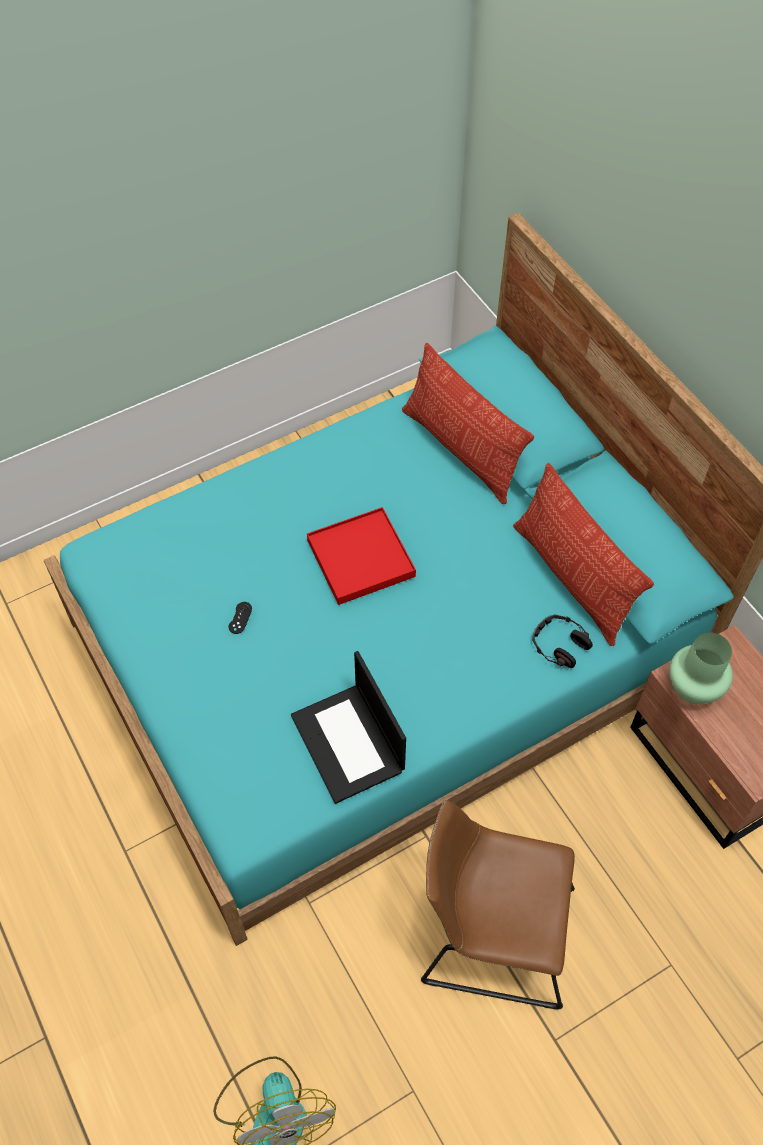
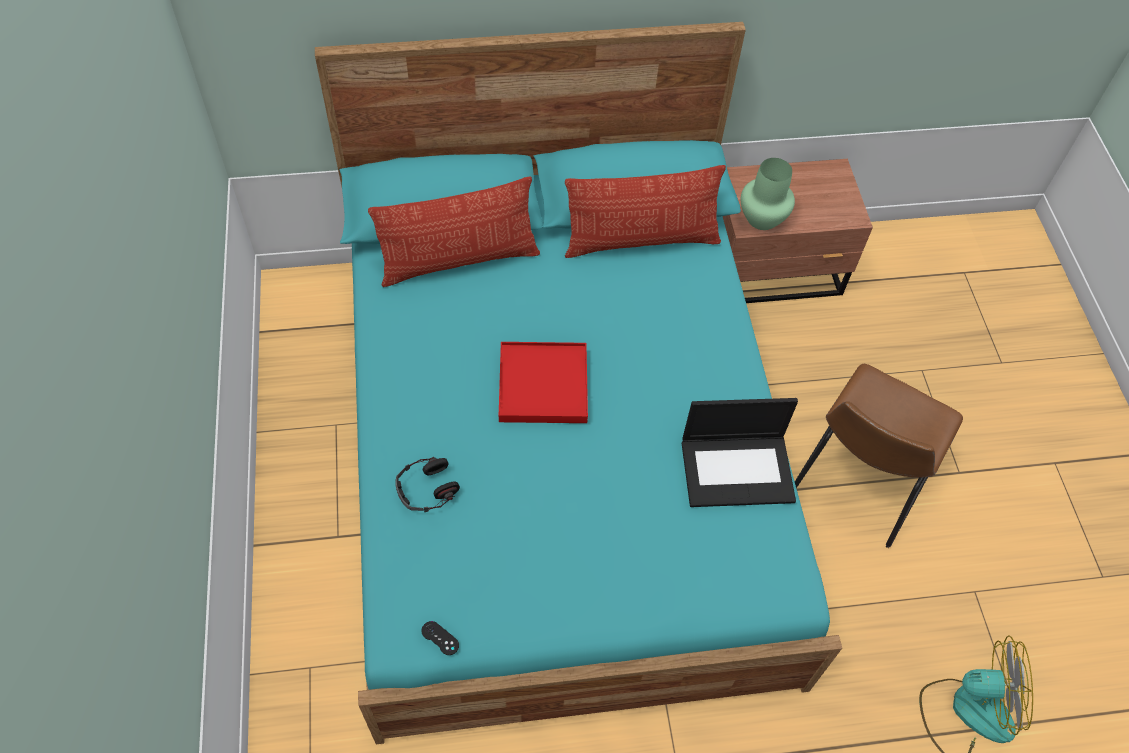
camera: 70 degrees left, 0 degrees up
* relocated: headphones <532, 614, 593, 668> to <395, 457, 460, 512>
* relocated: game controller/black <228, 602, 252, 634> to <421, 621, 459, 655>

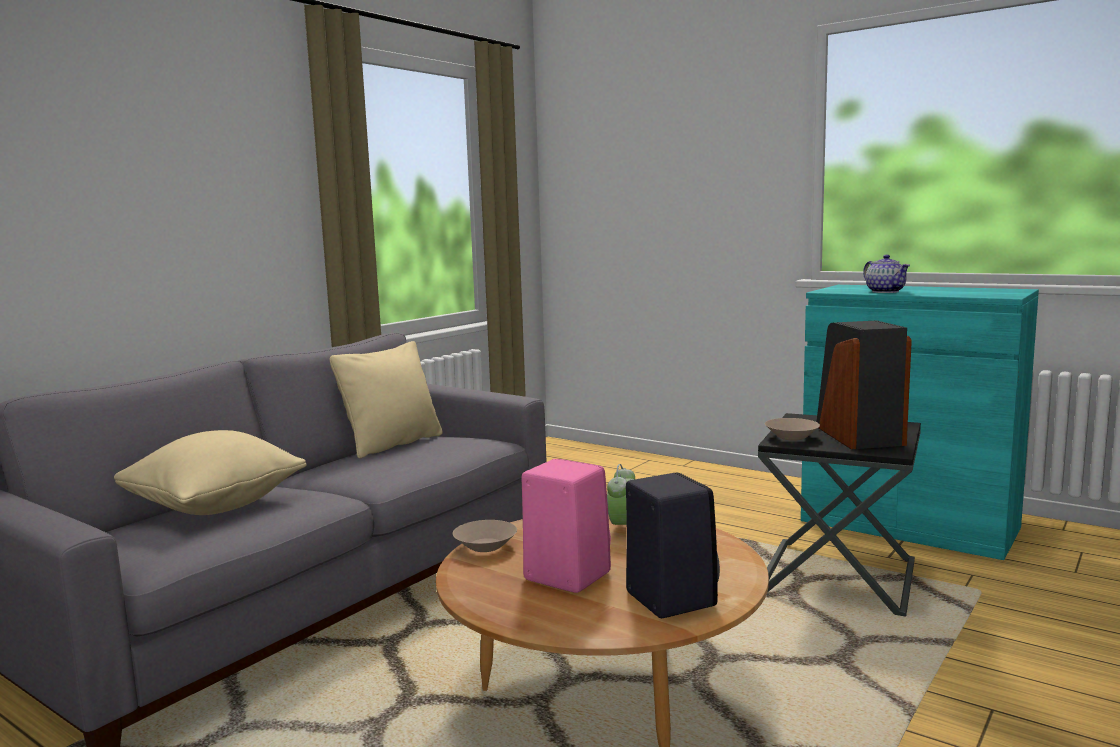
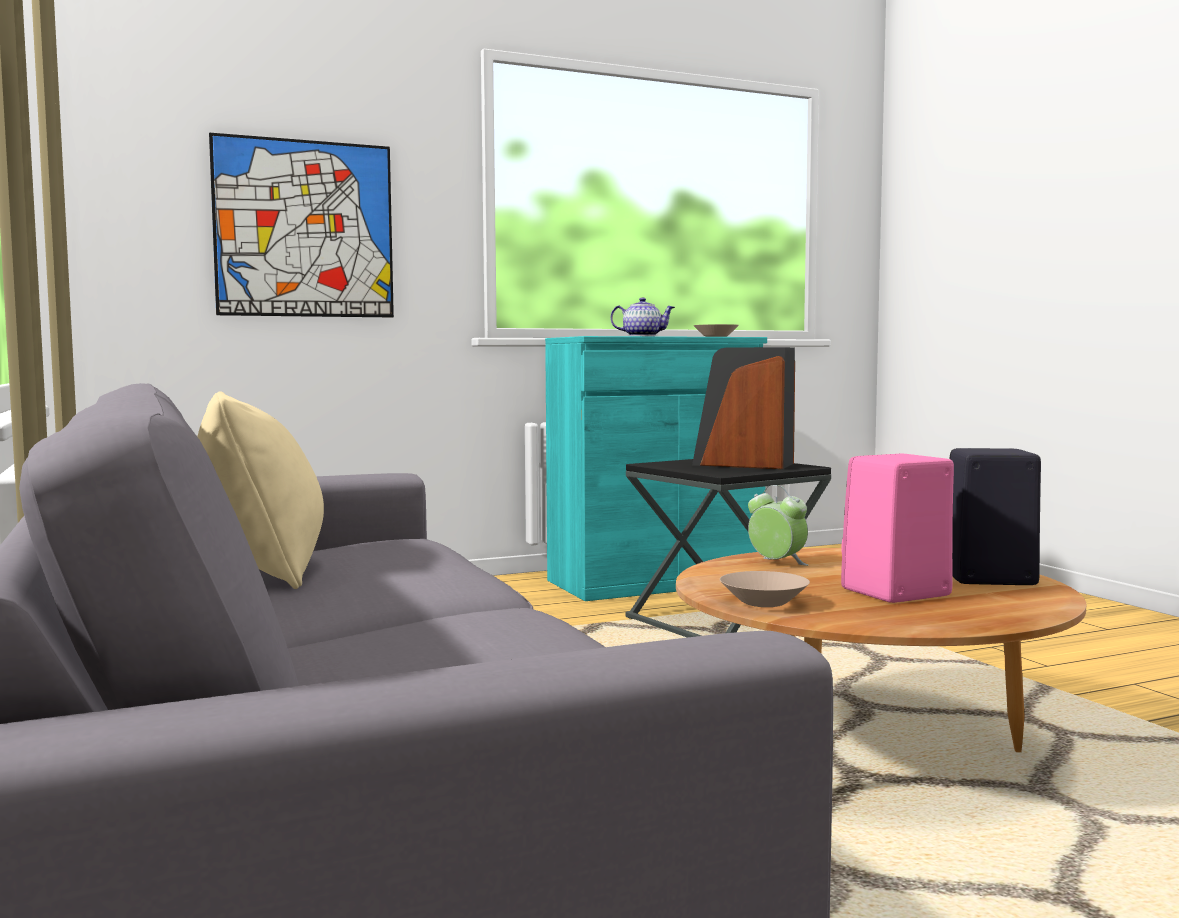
camera: 60 degrees left, 5 degrees down
* appeared: picture <209, 133, 394, 318>
* relocated: bowl/beige <765, 418, 820, 441> to <693, 324, 739, 337>
* missing: pillow/beige <114, 430, 307, 515>

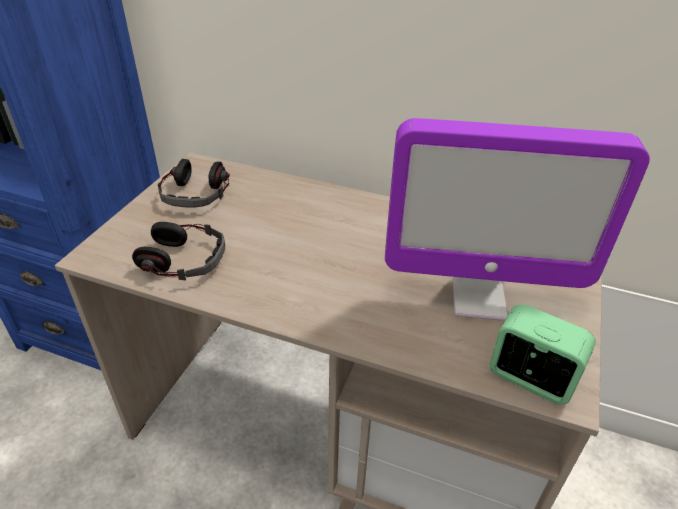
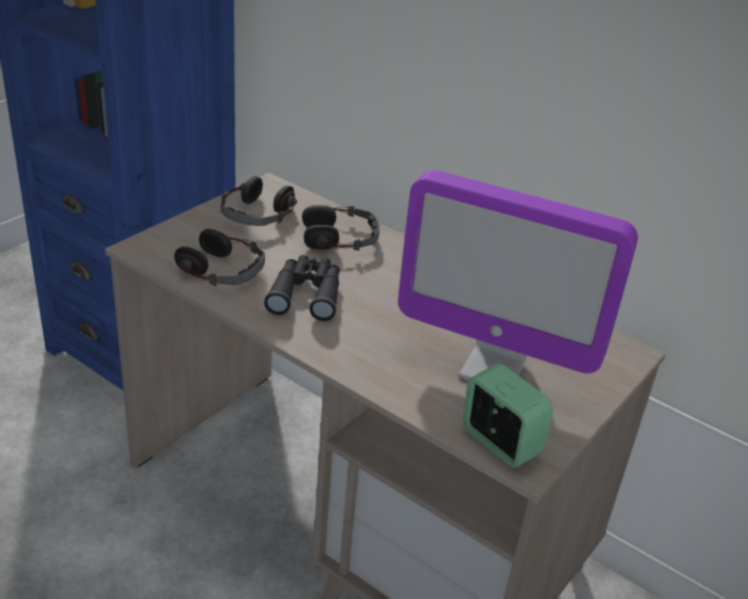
camera: 15 degrees right, 5 degrees down
* appeared: binoculars/black <264, 255, 340, 321>
* appeared: headphones <302, 205, 379, 251>

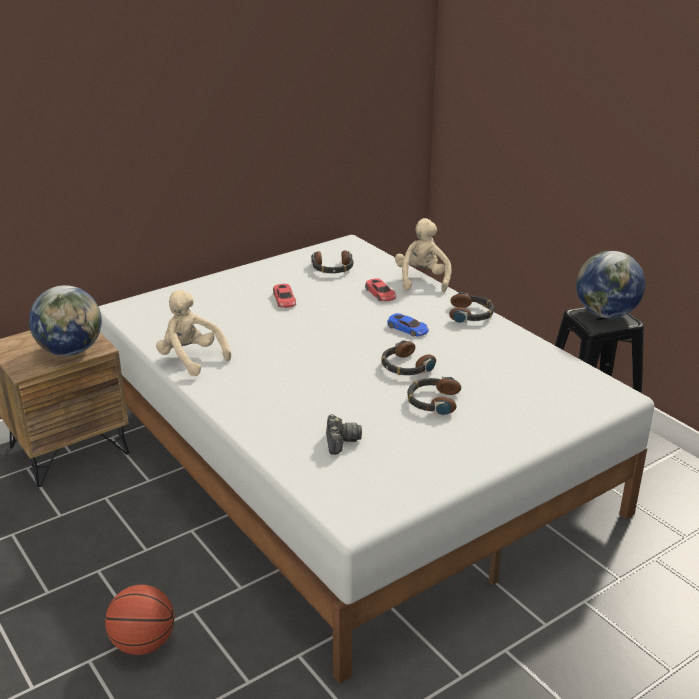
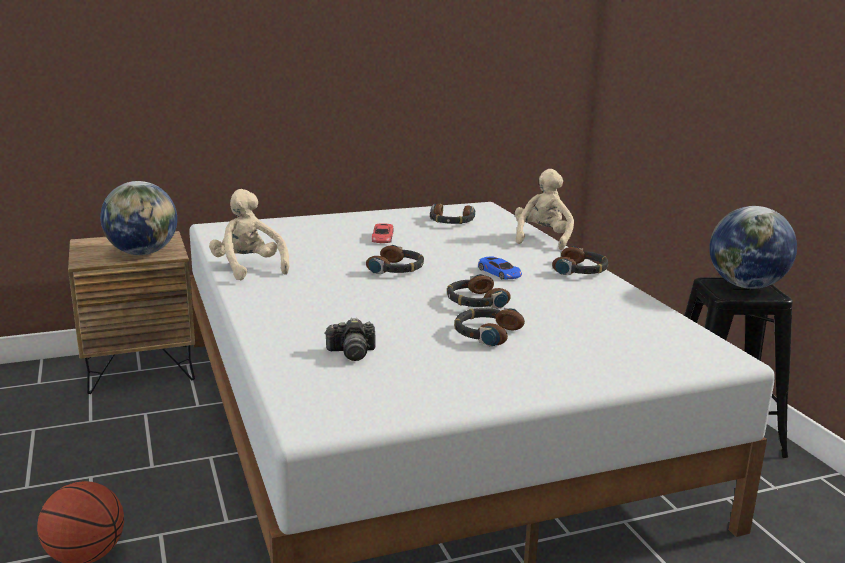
camera: 15 degrees right, 10 degrees down
* spun: photo camera <326, 414, 362, 455> = <324, 318, 375, 361> 75 degrees clockwise
* appeared: headphones <366, 245, 424, 274>
* missing: toy car/red <365, 278, 396, 301>

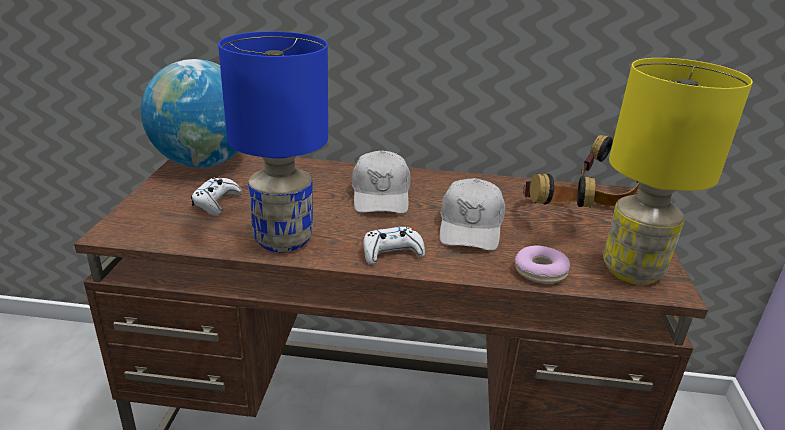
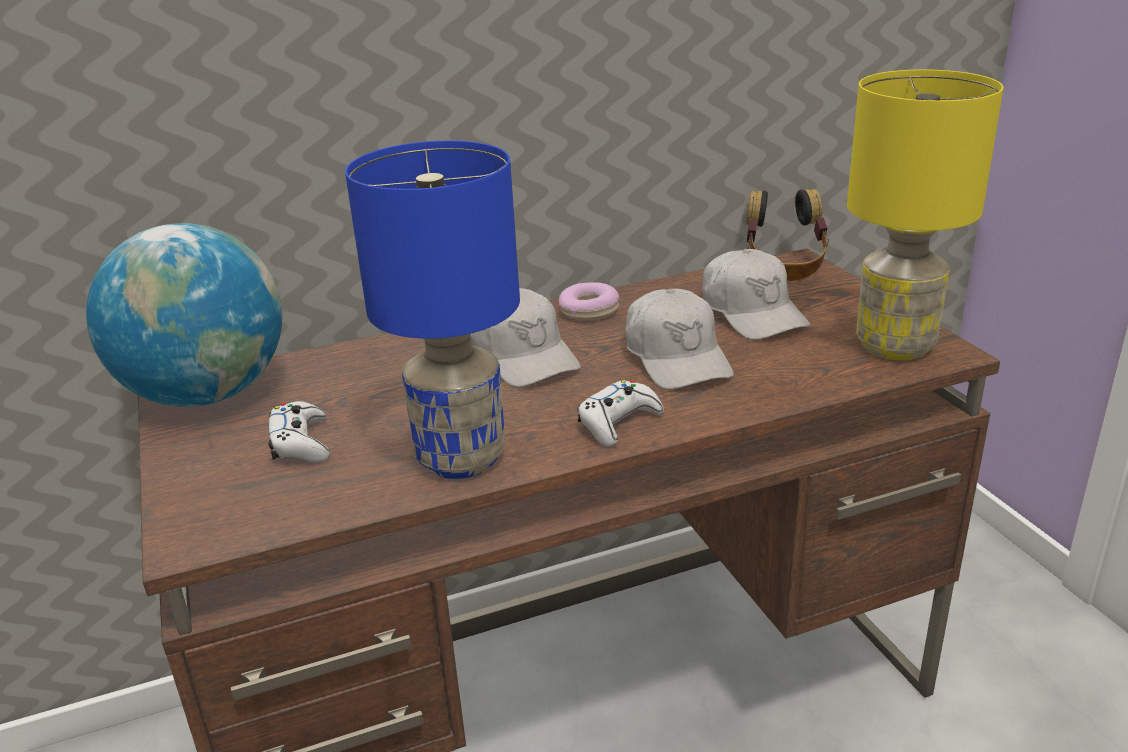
camera: 25 degrees left, 0 degrees up
* relocated: donut <514, 246, 570, 284> to <559, 282, 619, 321>
* exchanged: headphones <523, 173, 595, 208> to cap/white <702, 249, 811, 340>

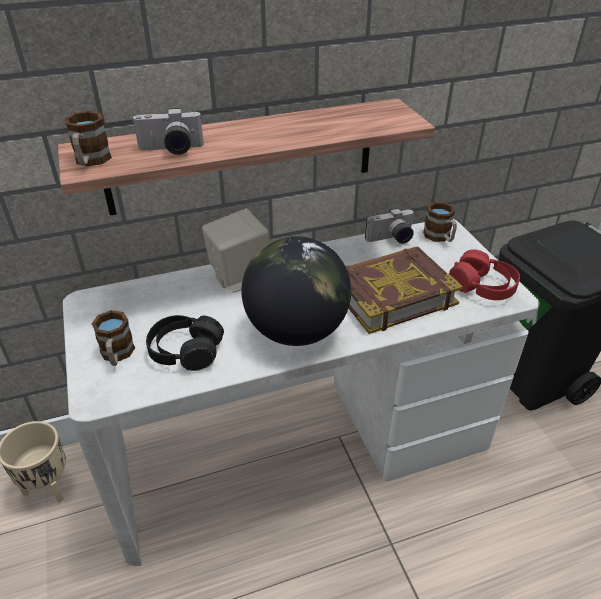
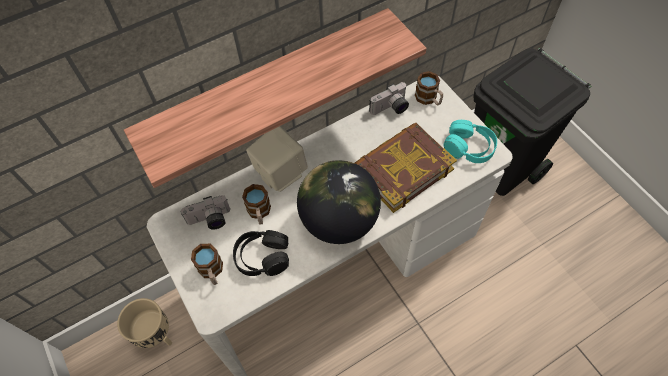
camera: 10 degrees left, 20 degrees up
* relocated: photo camera <132, 108, 204, 155> to <181, 195, 230, 229>
* relocated: mug <64, 111, 112, 166> to <242, 184, 271, 225>
* colour: headphones/red <449, 249, 520, 300> to headphones/turquoise <444, 120, 497, 163>

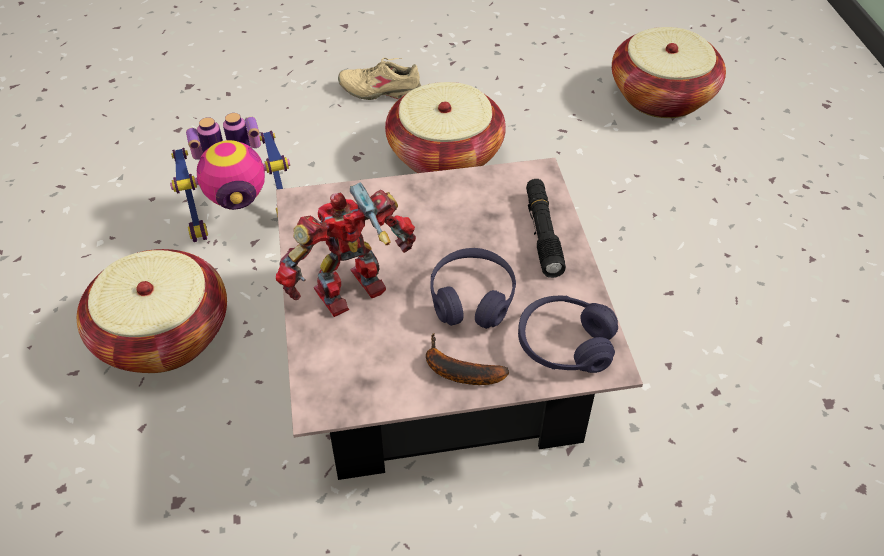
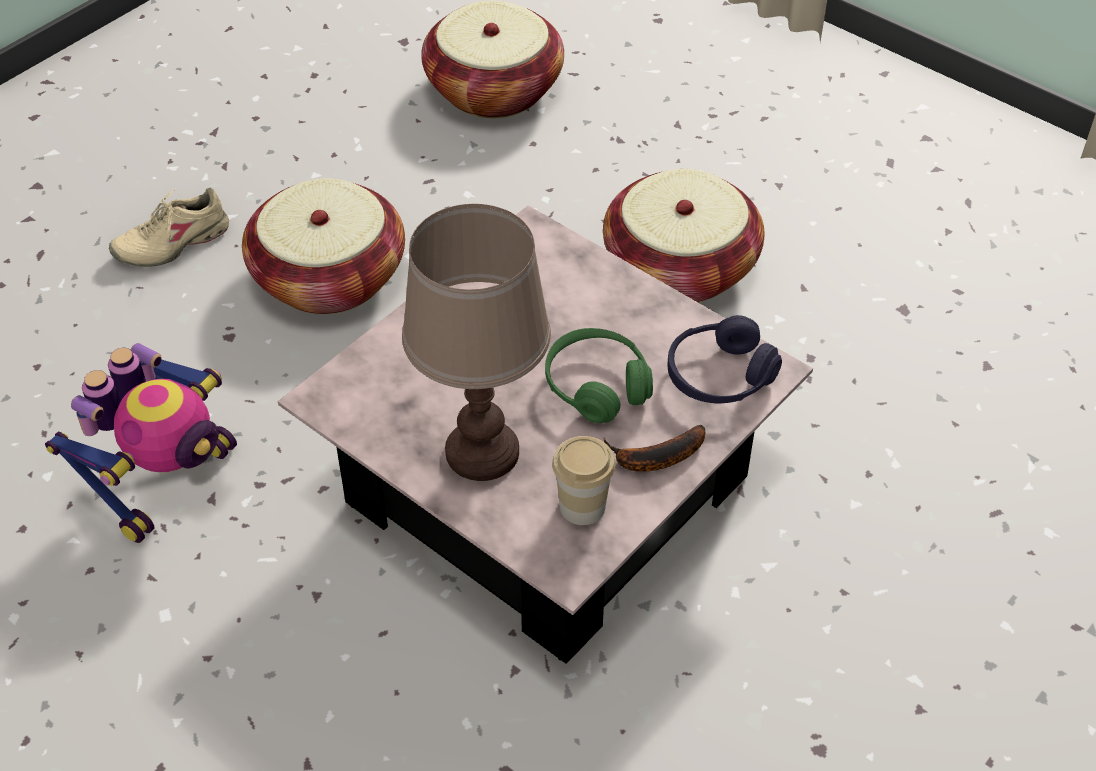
camera: 40 degrees left, 0 degrees up
* exchanged: toy robot <276, 182, 416, 317> to table lamp/brown <402, 204, 551, 481>
* colour: headphones/purple <431, 248, 516, 329> to headphones/green <545, 328, 653, 423>
* appeared: cup <552, 436, 615, 525>
* relocated: basket <77, 249, 227, 373> to <603, 169, 764, 302>
* missing: flashlight/black <526, 179, 566, 278>

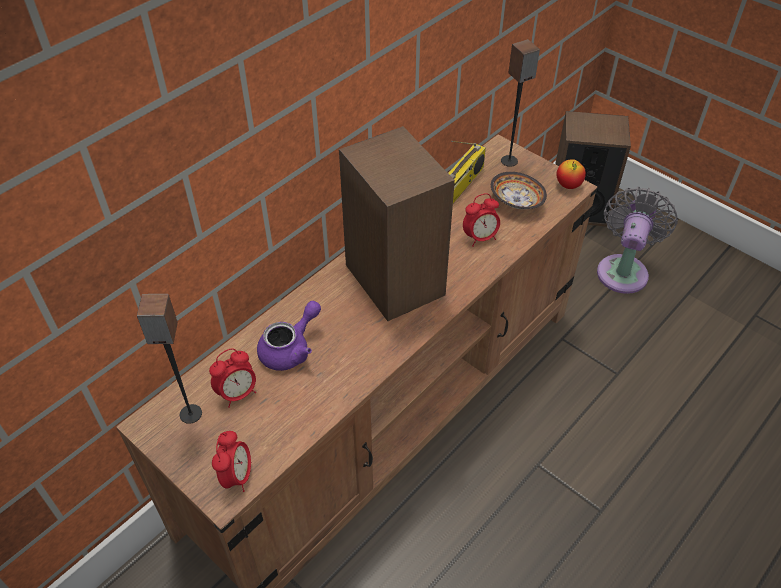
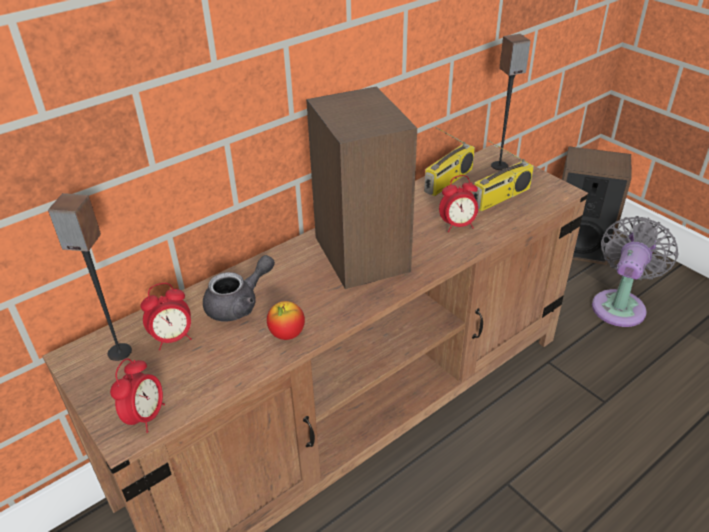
camera: 10 degrees right, 10 degrees down
* colour: teapot/purple <257, 301, 321, 371> to teapot/grey <203, 255, 275, 322>
* relocated: apple <557, 159, 586, 189> to <267, 301, 305, 340>
* exchanged: bowl <491, 172, 547, 209> to radio <473, 141, 534, 212>

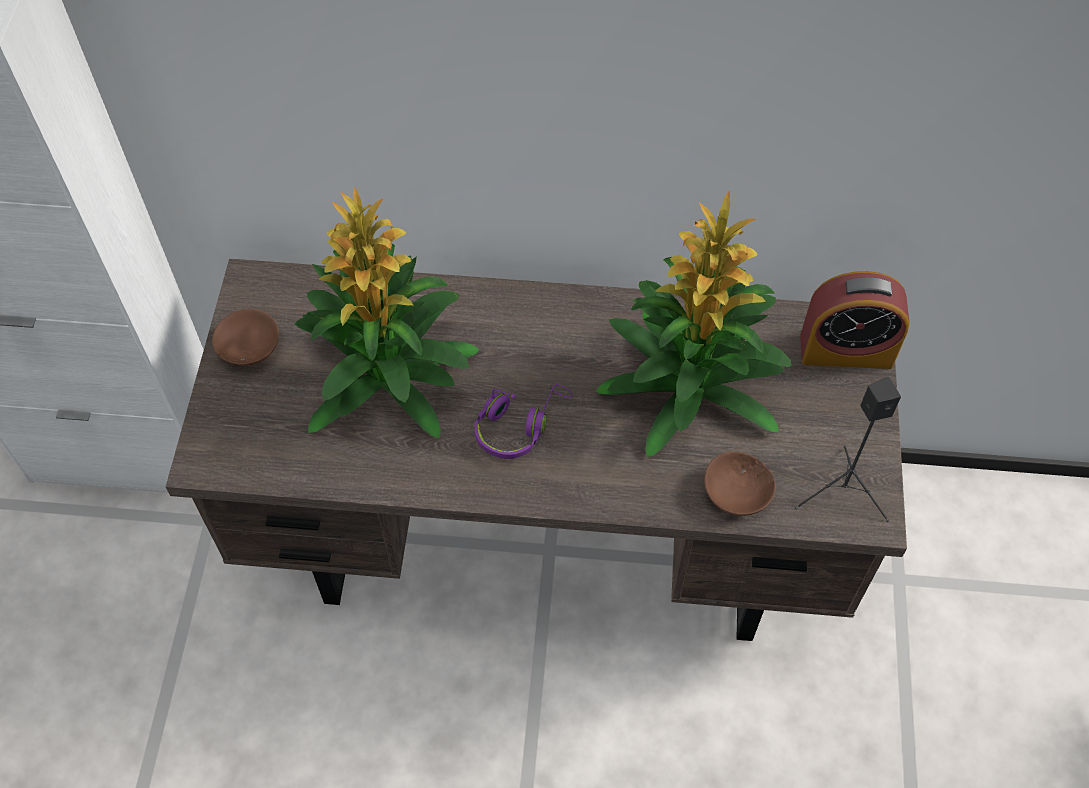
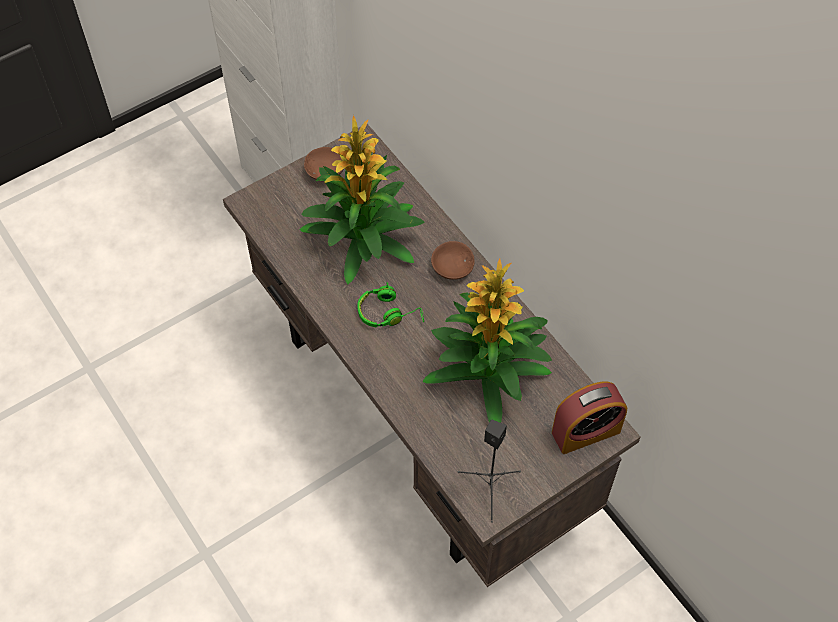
camera: 50 degrees right, 0 degrees up
* colour: headphones/purple <474, 384, 573, 459> to headphones/green <357, 282, 424, 328>
* relocated: bowl/brown <704, 452, 776, 516> to <431, 241, 474, 280>
* spun: alarm clock <800, 271, 909, 369> = <552, 381, 627, 454> 75 degrees counterclockwise

